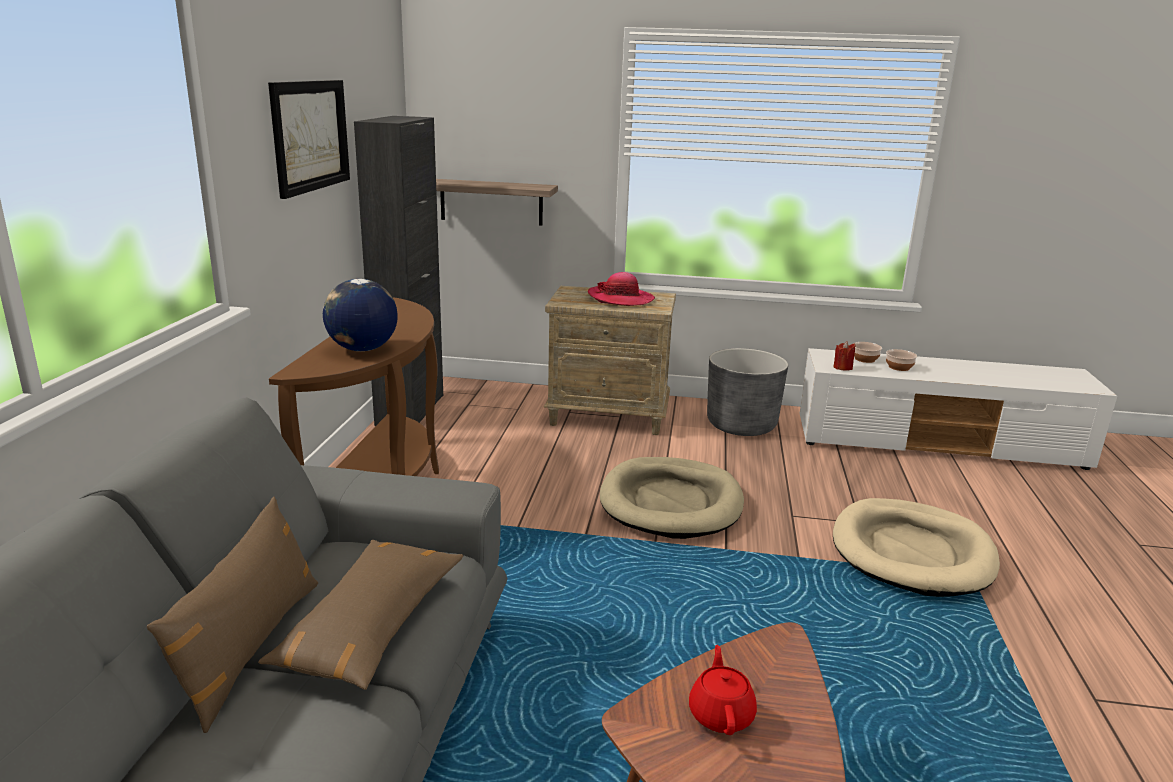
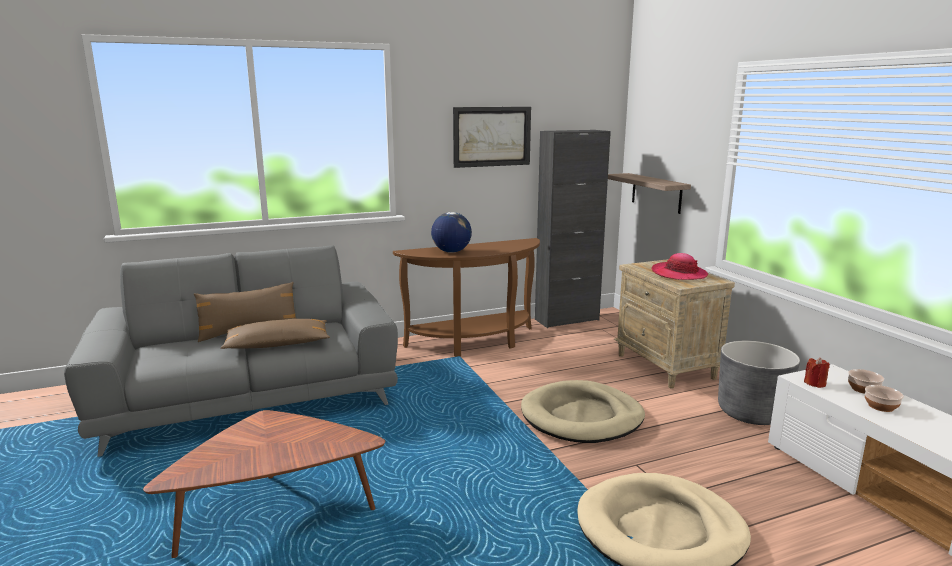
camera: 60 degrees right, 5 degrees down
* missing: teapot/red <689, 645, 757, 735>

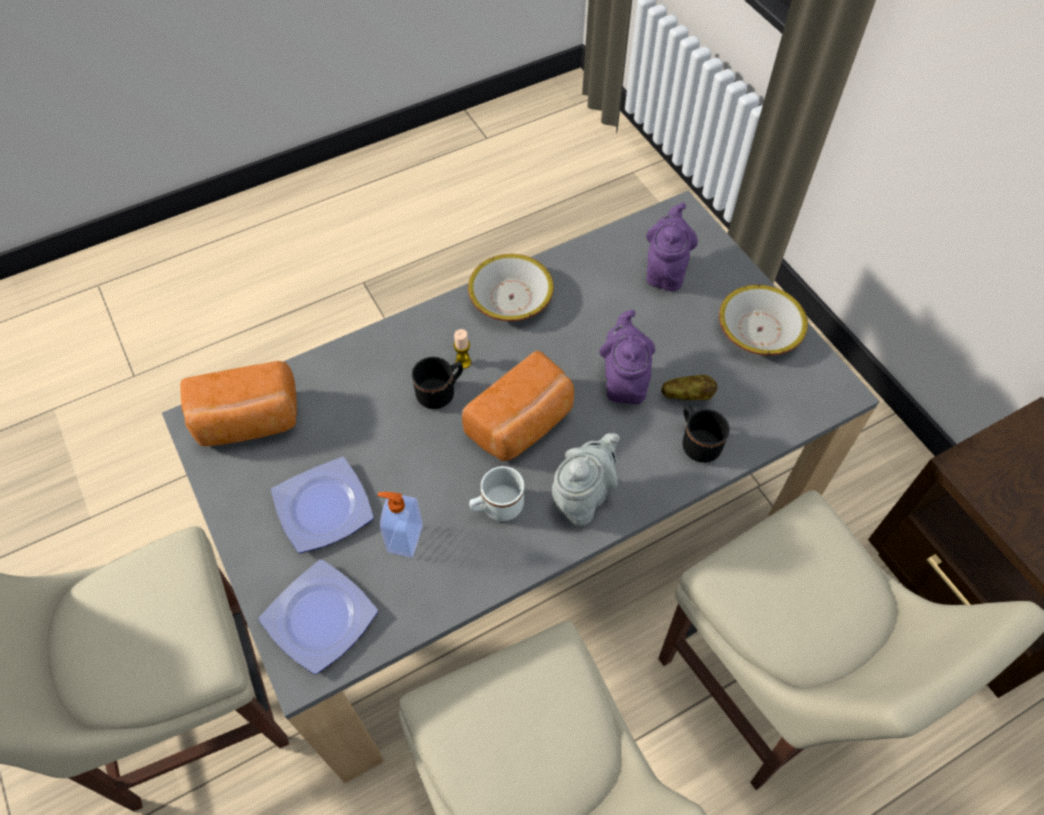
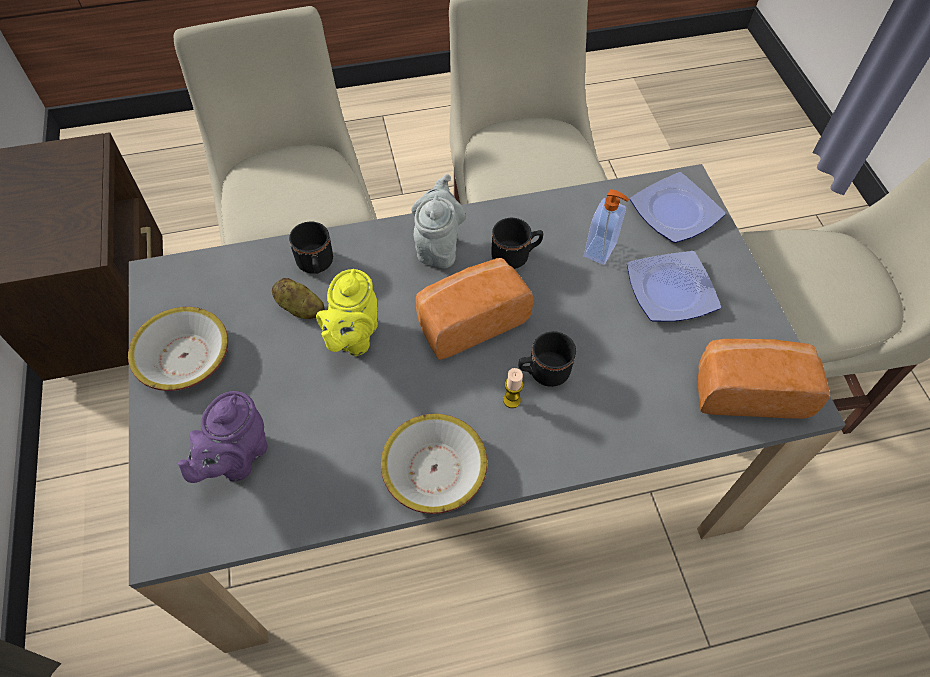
camera: 165 degrees left, 0 degrees up
* colour: teapot/purple <599, 310, 655, 404> to teapot/yellow <316, 269, 378, 356>
* spun: teapot/grey <552, 433, 620, 526> = <411, 174, 466, 268> 135 degrees clockwise
* colour: mug/white <469, 466, 524, 521> to mug/black <491, 218, 543, 269>

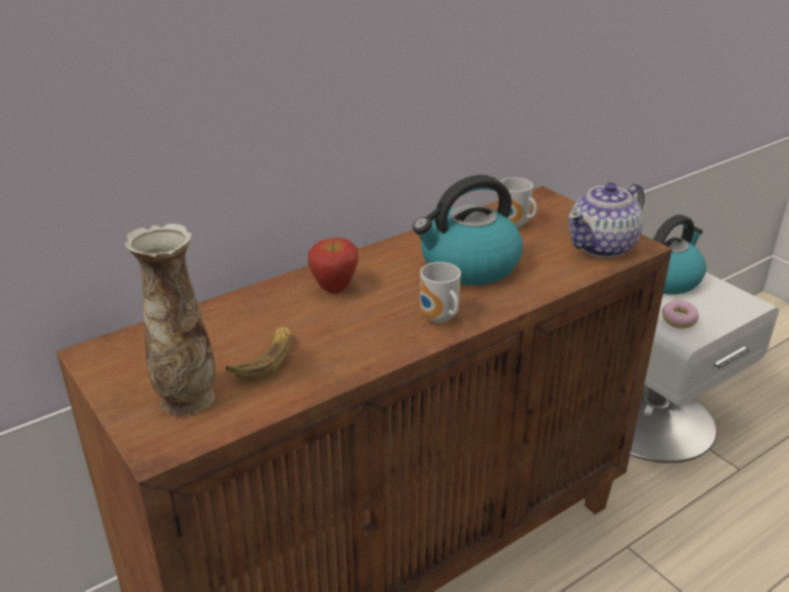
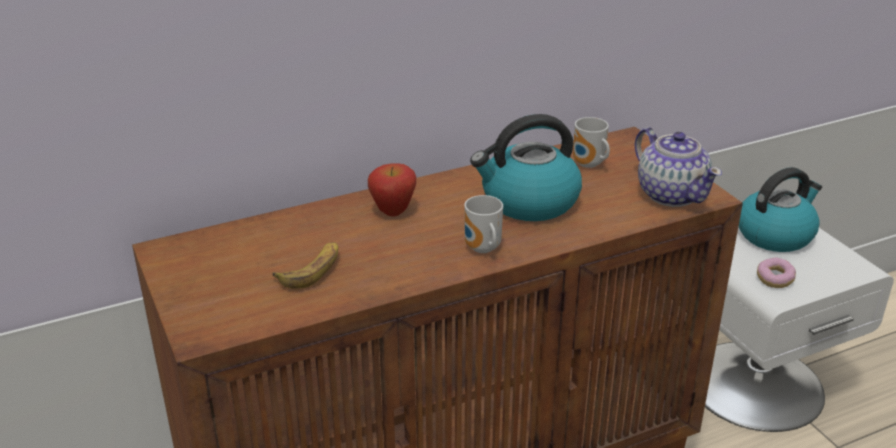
camera: 10 degrees right, 0 degrees up
* spun: teapot <568, 182, 645, 258> = <635, 127, 722, 207> 90 degrees counterclockwise
* missing: vase <124, 224, 215, 416>

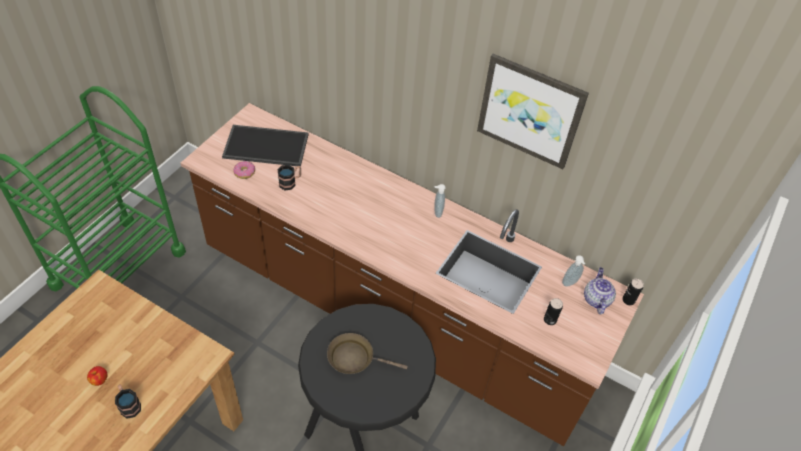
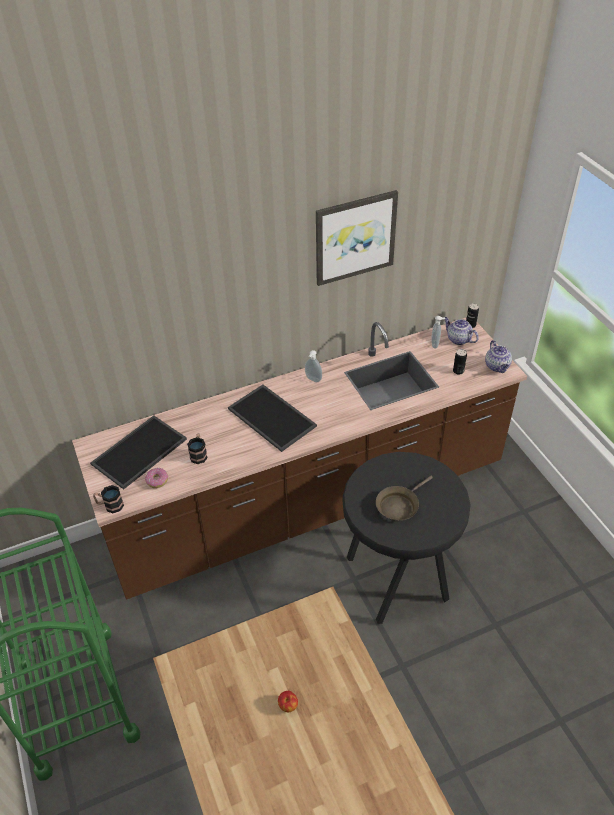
camera: 50 degrees left, 5 degrees down
* relocated: mug <115, 385, 141, 419> to <93, 485, 124, 513>
* appeared: tray <228, 384, 317, 452>
* appeared: teapot <485, 340, 512, 373>

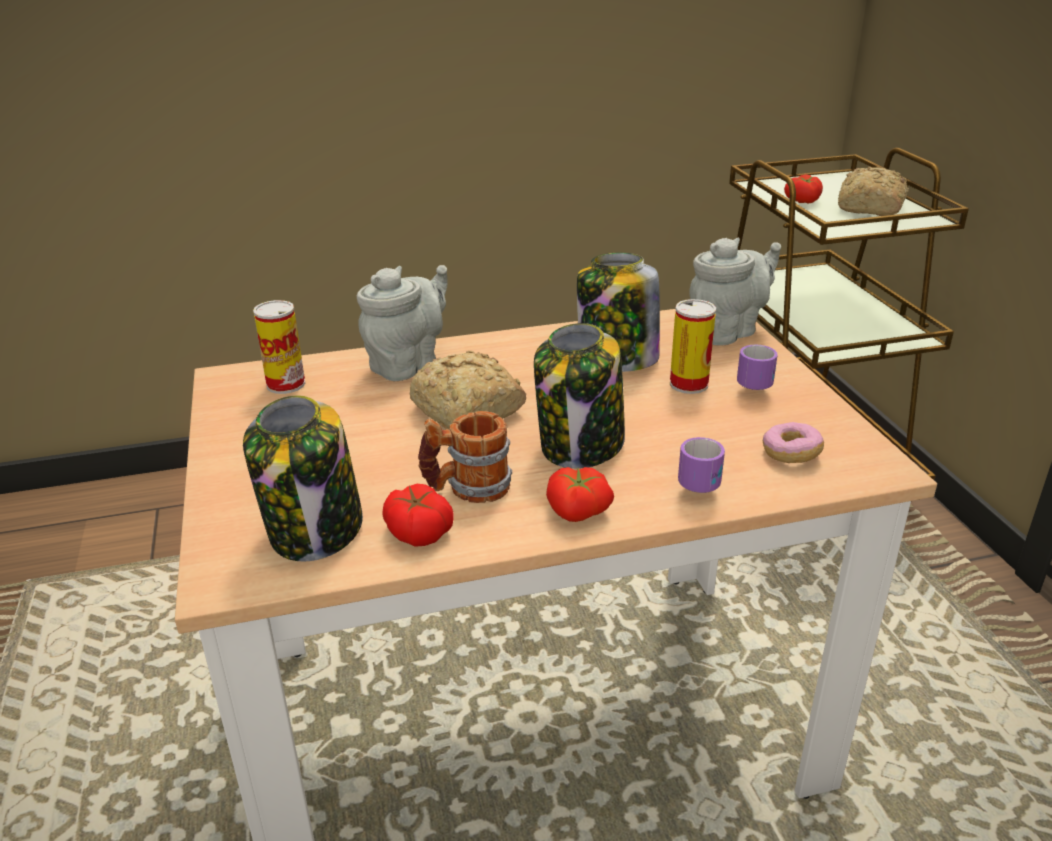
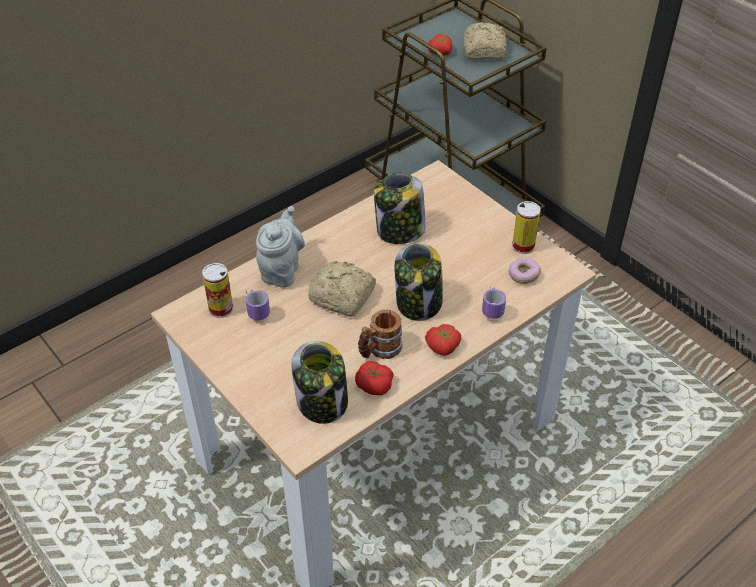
camera: 25 degrees left, 15 degrees up
* relocated: mug <737, 345, 778, 390> to <246, 290, 270, 320>
* relocated: can <670, 299, 716, 394> to <512, 201, 541, 254>
* missing: teapot/grey <690, 238, 781, 346>

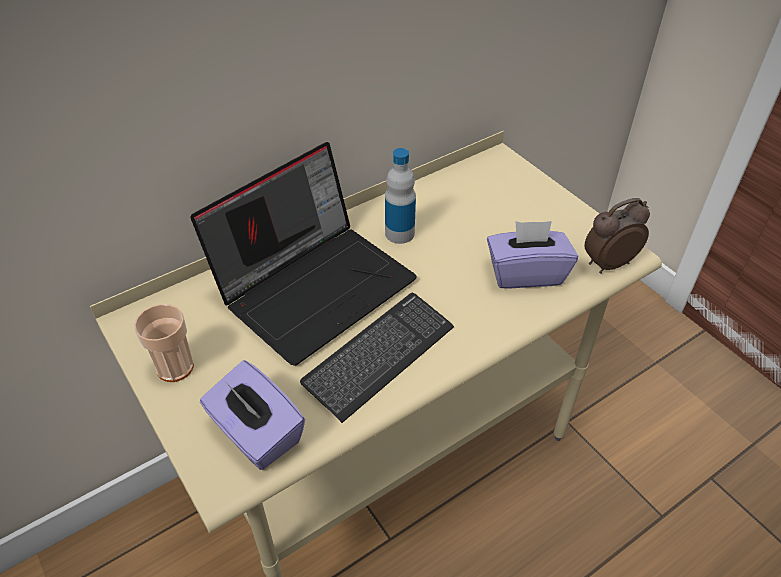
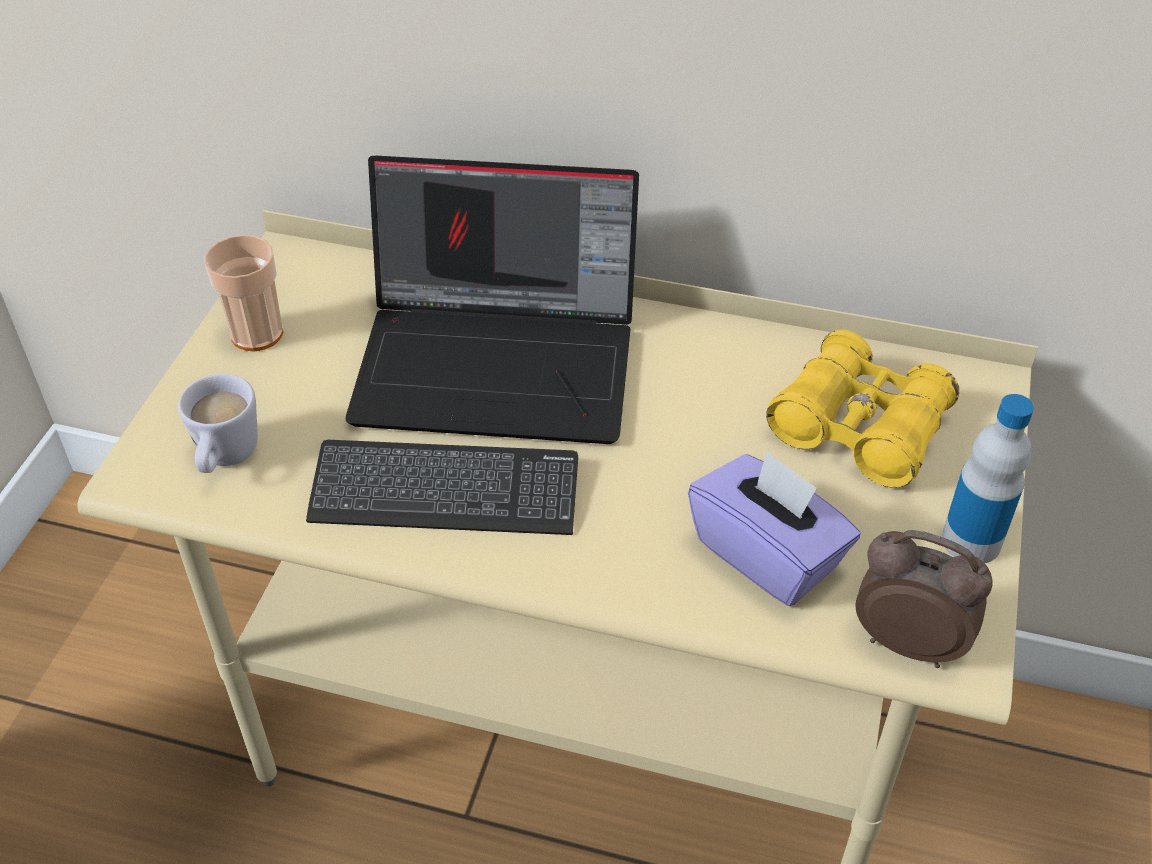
camera: 50 degrees right, 0 degrees up
* exchanged: tissue box/purple <200, 361, 305, 470> to mug/white <178, 374, 258, 473>
* appeared: binoculars/yellow <766, 330, 959, 488>
* relocated: bottle <385, 148, 416, 244> to <942, 394, 1034, 563>

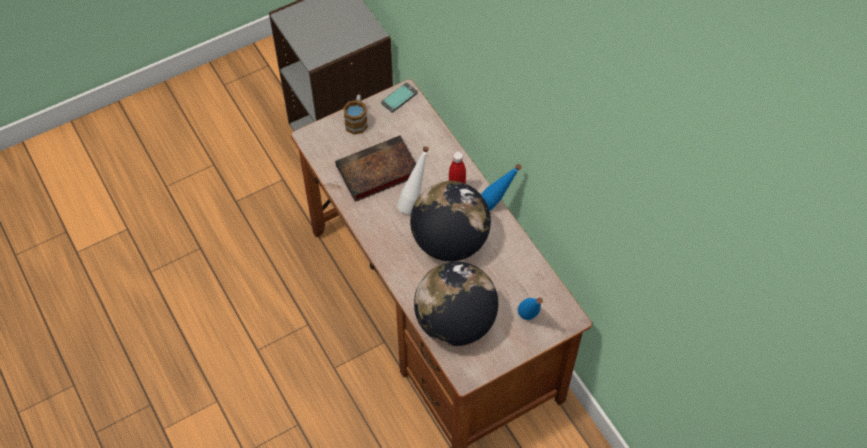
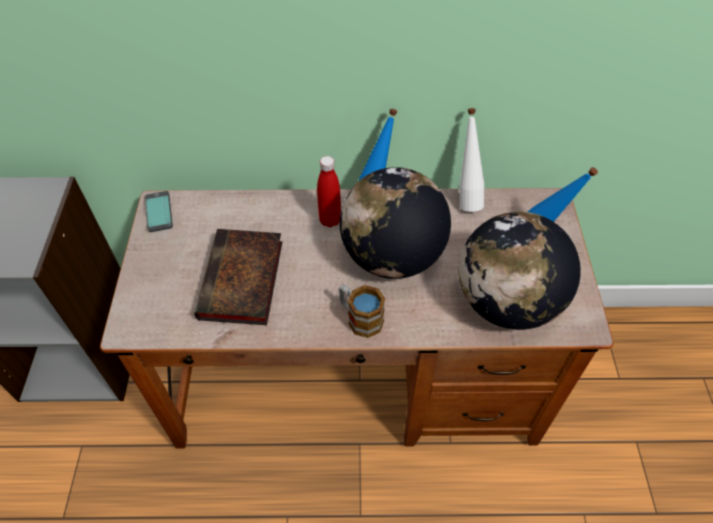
camera: 60 degrees left, 5 degrees down
* relocated: mug <343, 95, 368, 135> to <339, 285, 385, 338>
* relocated: bottle/white <397, 146, 429, 214> to <460, 108, 484, 212>

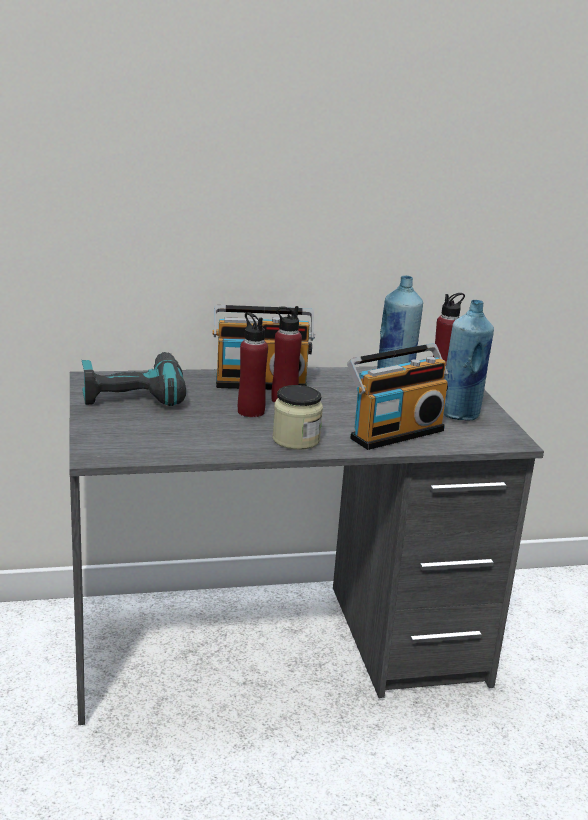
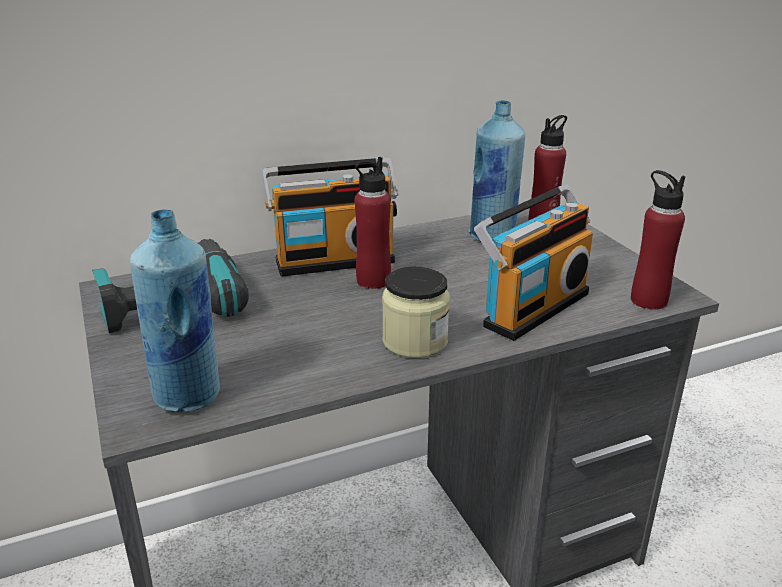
camera: 10 degrees left, 5 degrees up
* relocated: bottle/blue <443, 300, 494, 421> to <130, 209, 220, 412>
* relocated: bottle/red <238, 312, 268, 417> to <631, 170, 686, 310>

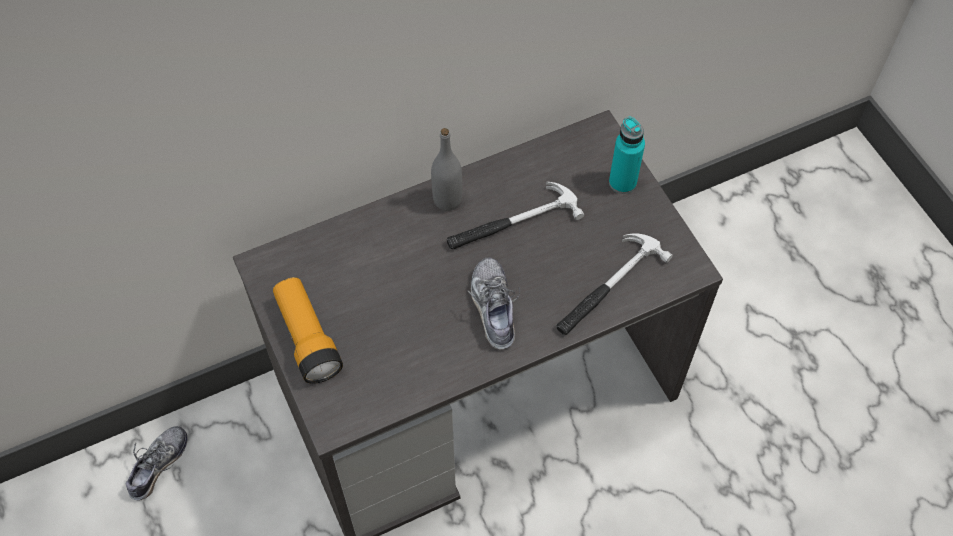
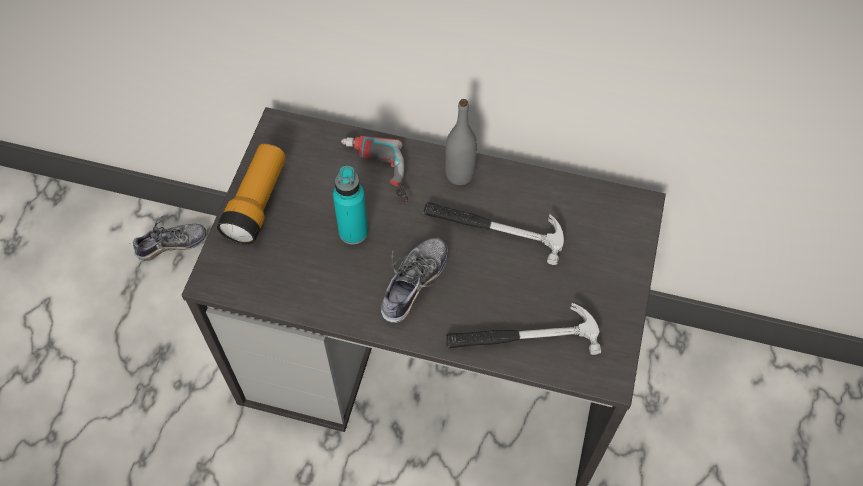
camera: 40 degrees right, 0 degrees up
* relocated: bottle/turquoise <609, 117, 645, 194> to <333, 166, 368, 245>
* appeared: power drill <341, 136, 408, 204>

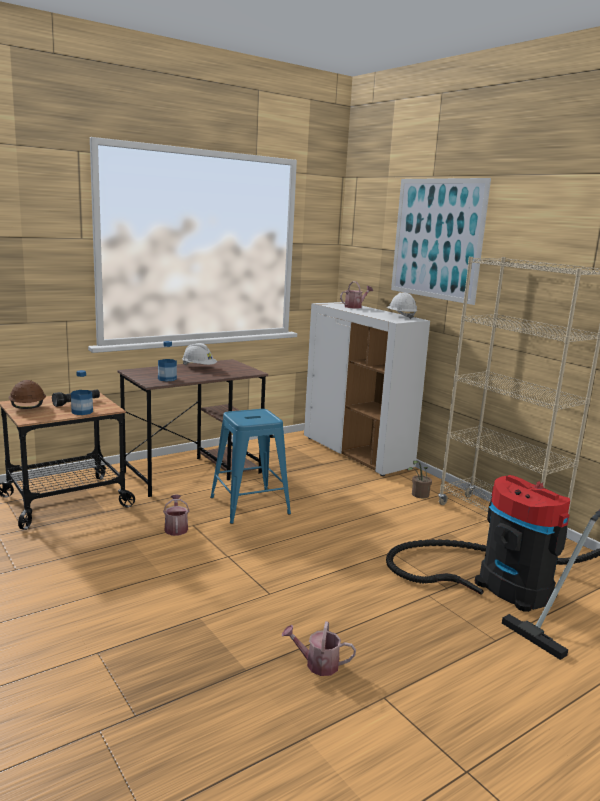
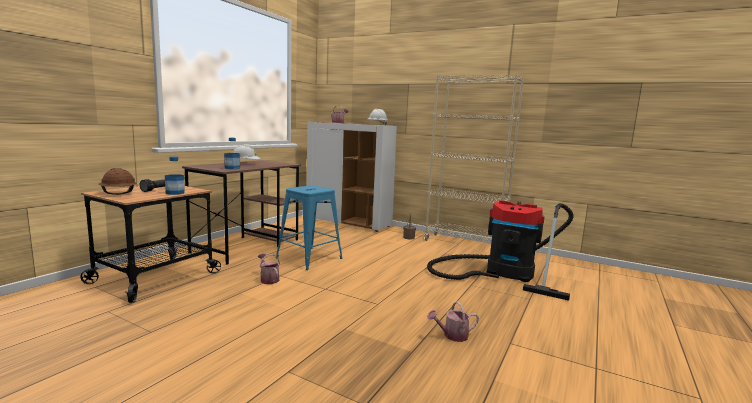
camera: 25 degrees left, 5 degrees down
* missing: picture <391, 178, 491, 305>

